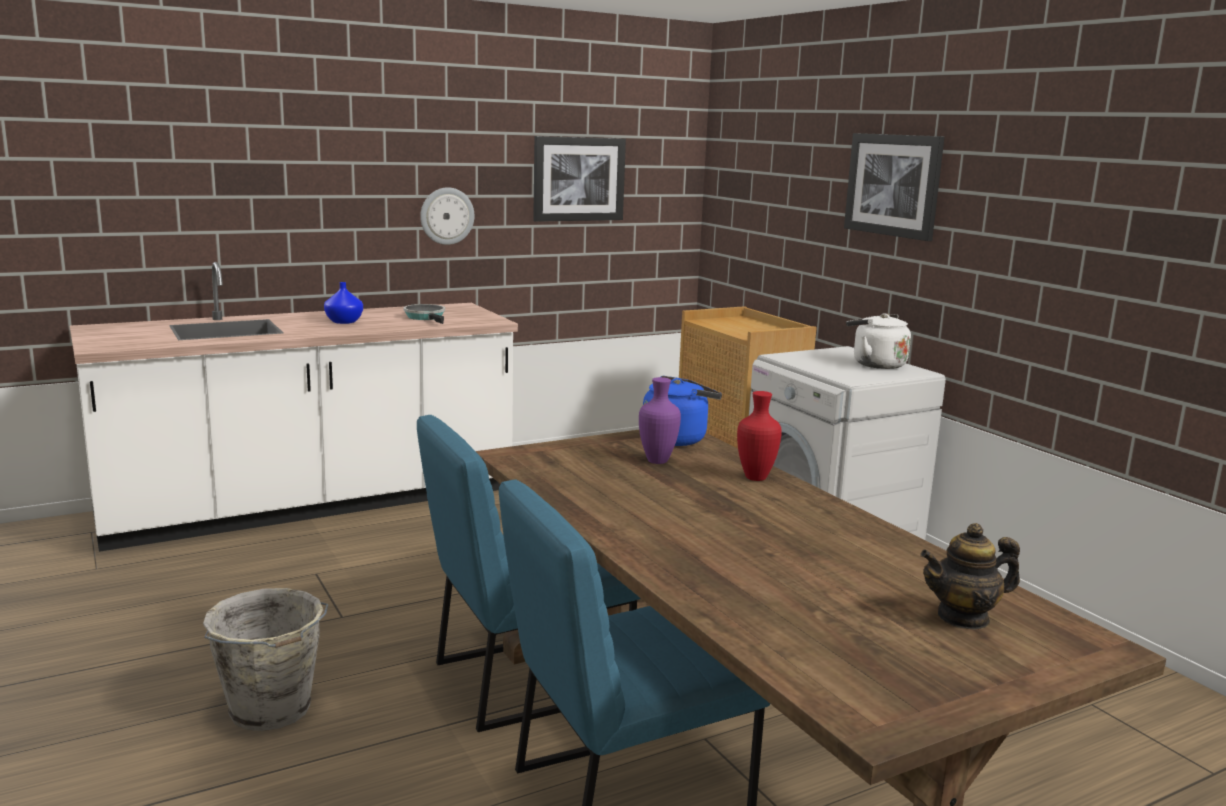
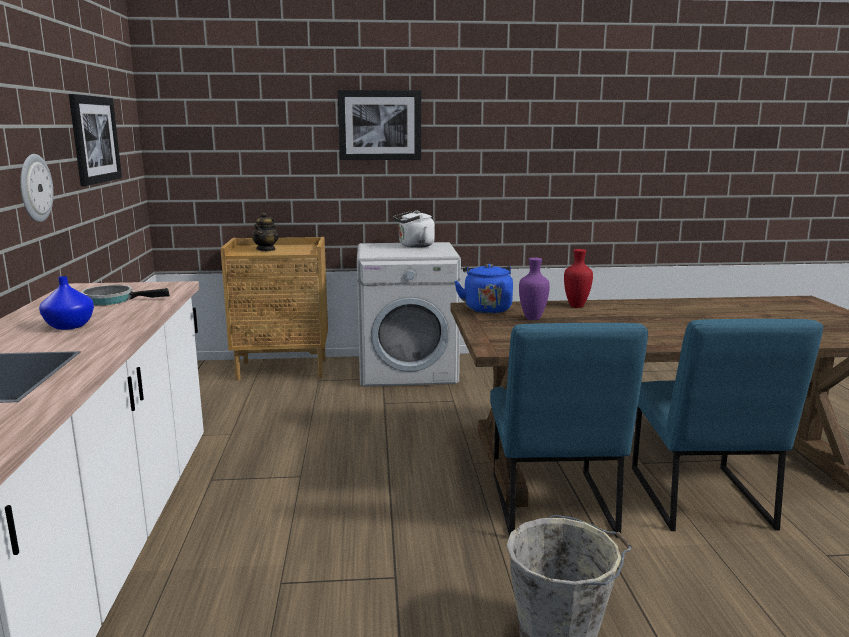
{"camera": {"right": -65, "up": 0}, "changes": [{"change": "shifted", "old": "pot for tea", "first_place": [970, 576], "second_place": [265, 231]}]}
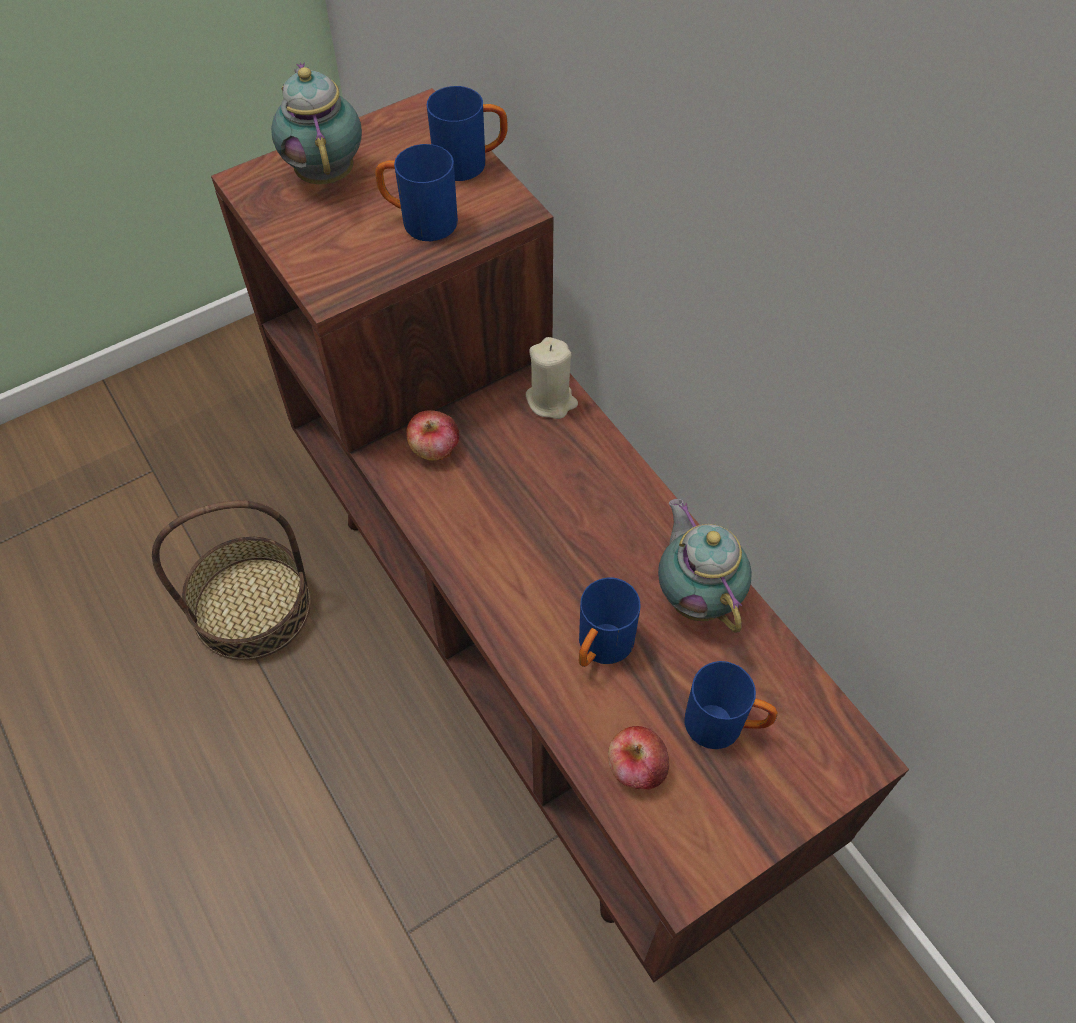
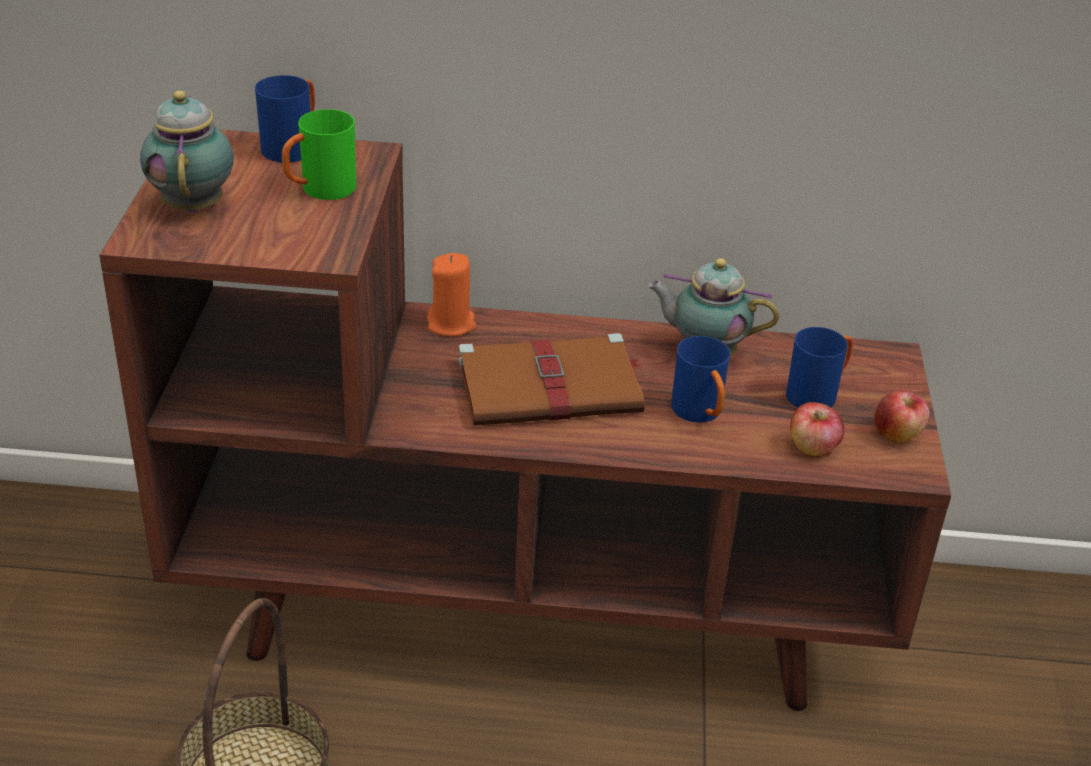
{"camera": {"right": -55, "up": -20}, "changes": [{"change": "rotated", "old": "pot for tea", "first_place": [316, 123], "second_place": [187, 152], "degrees": 60}, {"change": "repainted", "old": "blue mug", "new": "greenish mug", "first_place": [416, 192], "second_place": [319, 154]}, {"change": "repainted", "old": "beige candle", "new": "orange-coloured candle", "first_place": [552, 378], "second_place": [451, 295]}, {"change": "new", "new": "brown-coloured book", "second_place": [552, 379]}, {"change": "shifted", "old": "apple", "first_place": [432, 435], "second_place": [901, 416]}]}
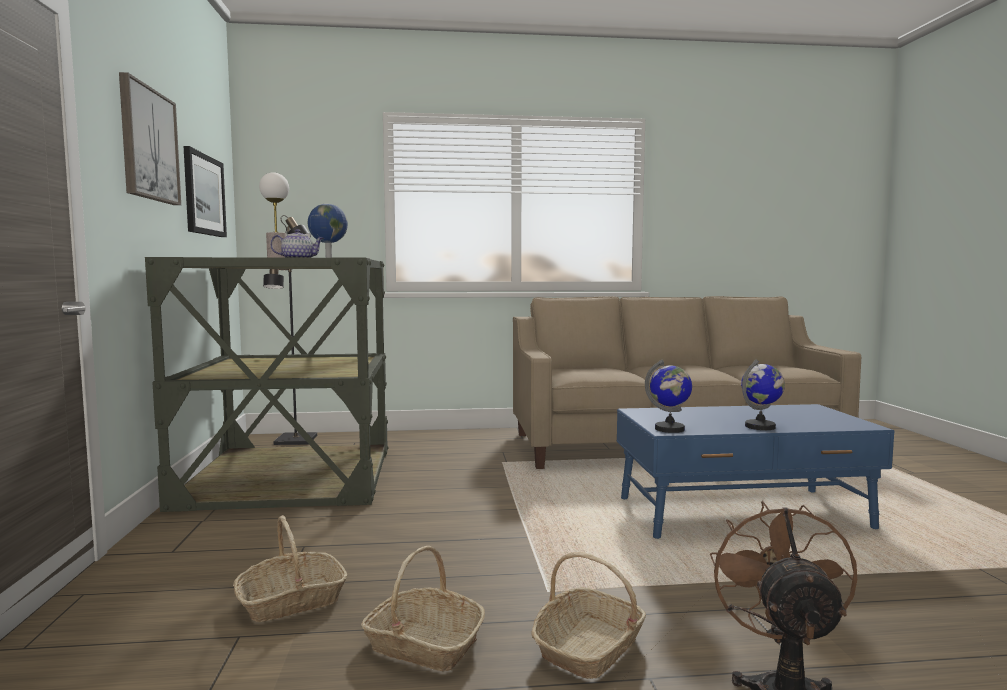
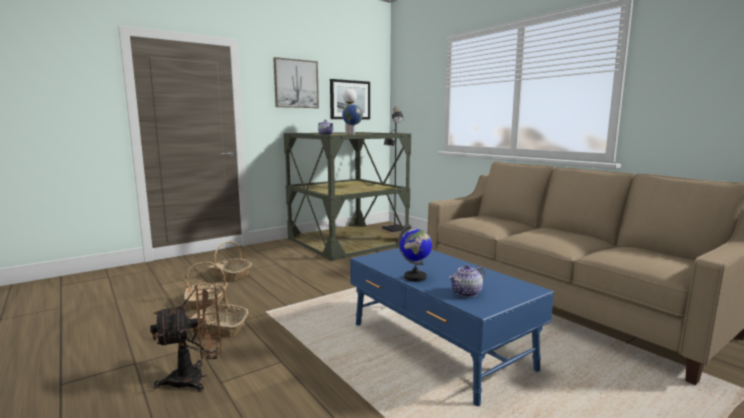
{"camera": {"right": 60, "up": 5}, "changes": [{"change": "new", "new": "pot for tea", "second_place": [467, 281]}, {"change": "gone", "old": "globe", "first_place": [668, 396]}]}
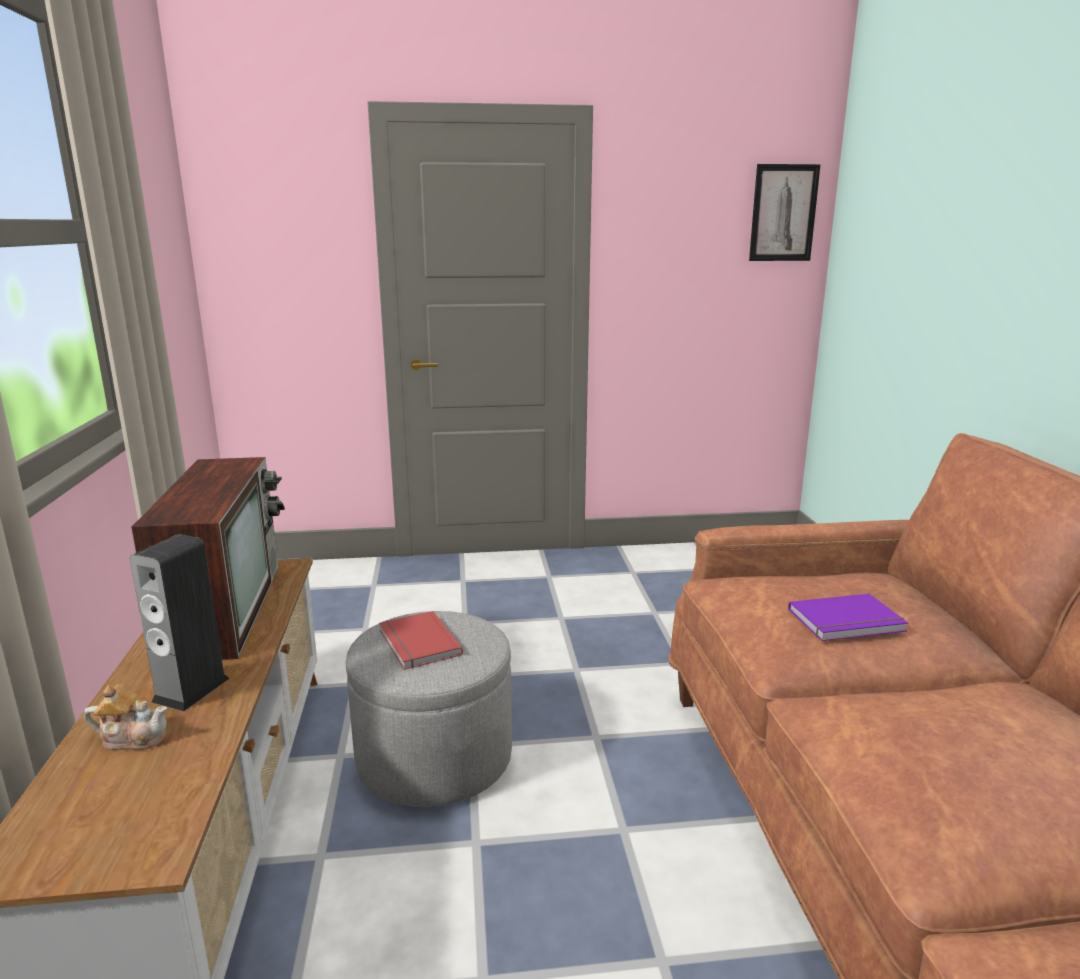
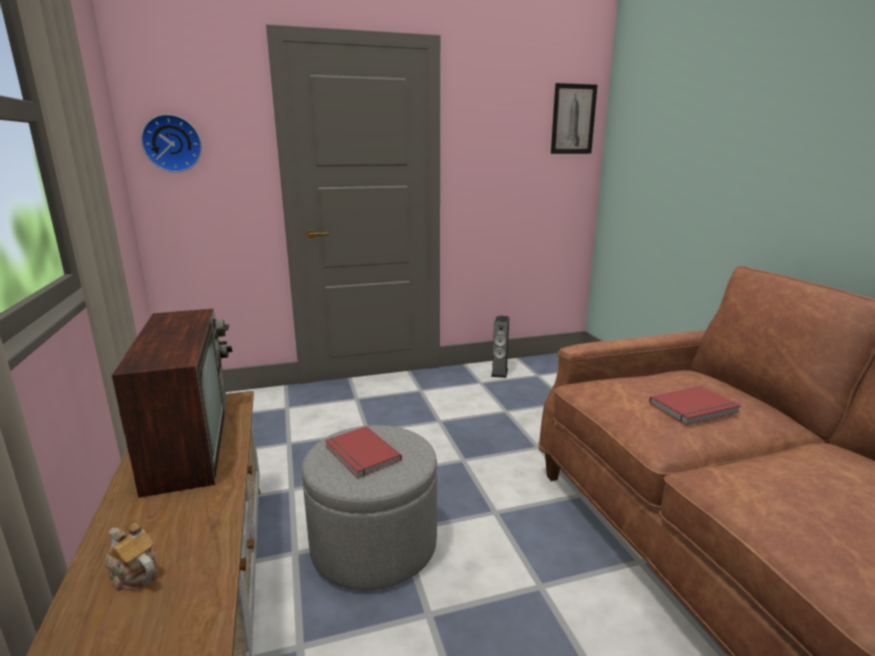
{"camera": {"right": -10, "up": 0}, "changes": [{"change": "rotated", "old": "pot for tea", "first_place": [125, 717], "second_place": [132, 557], "degrees": -135}, {"change": "new", "new": "wall clock", "second_place": [171, 143]}, {"change": "shifted", "old": "speaker", "first_place": [180, 622], "second_place": [500, 347]}, {"change": "repainted", "old": "purple-coloured book", "new": "reddish book", "first_place": [848, 617], "second_place": [695, 405]}]}
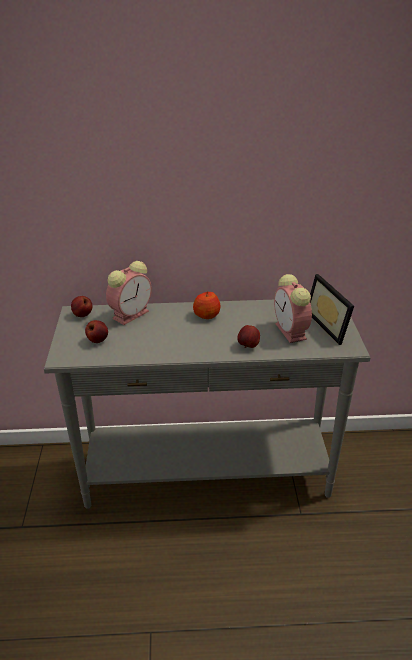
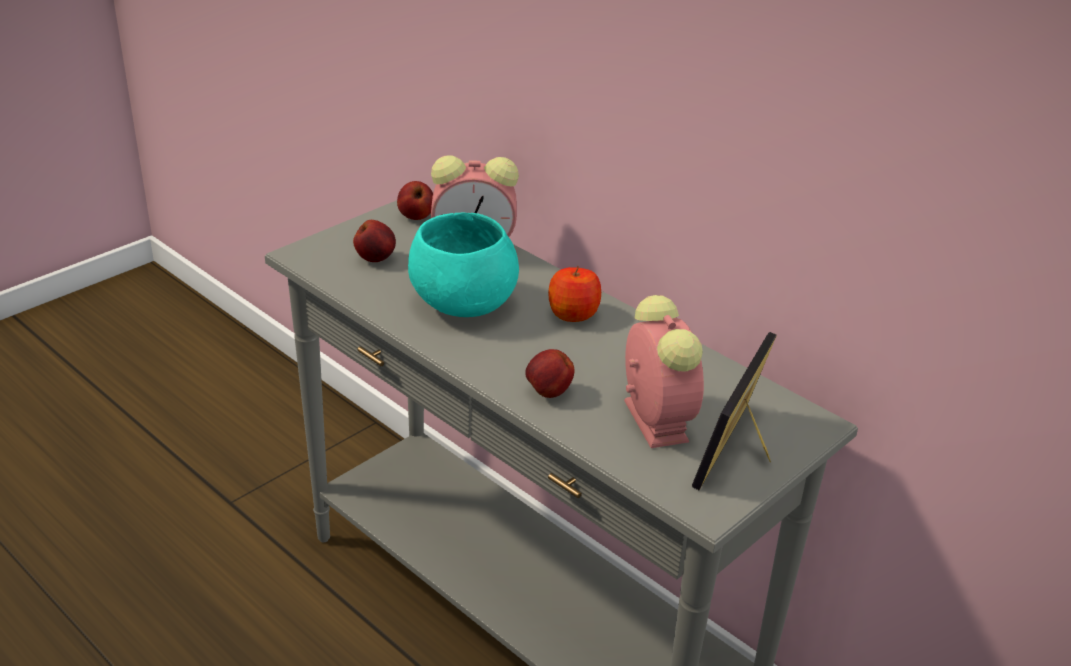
{"camera": {"right": 45, "up": 0}, "changes": [{"change": "new", "new": "turquoise-coloured serving bowl", "second_place": [463, 265]}, {"change": "rotated", "old": "bedside clock", "first_place": [293, 308], "second_place": [664, 371], "degrees": 135}]}
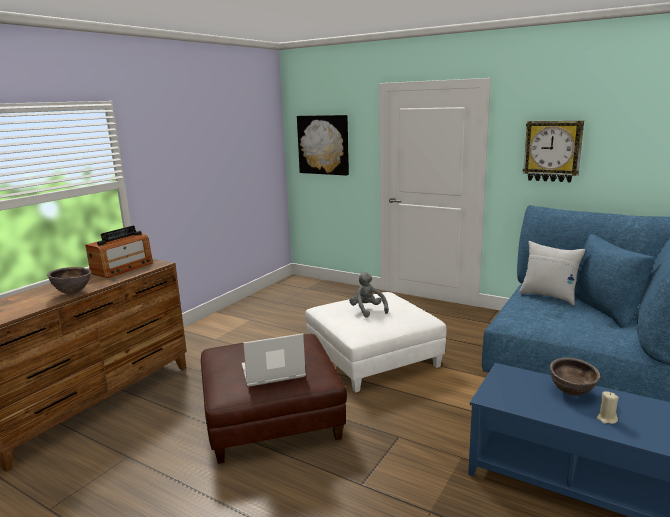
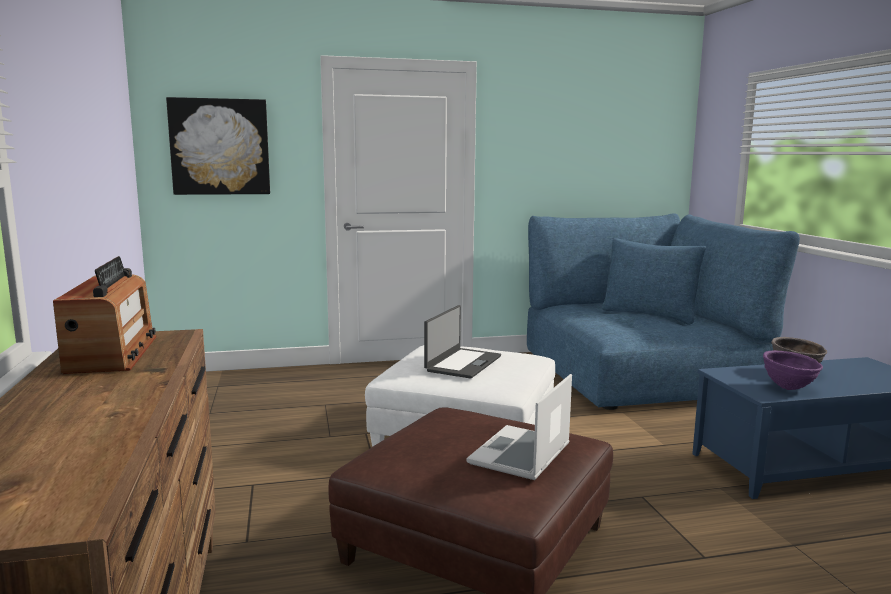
{"camera": {"right": -45, "up": -5}, "changes": [{"change": "swapped", "old": "grey plush toy", "new": "laptop", "first_place": [369, 295], "second_place": [462, 342]}, {"change": "new", "new": "purple-coloured serving bowl", "second_place": [793, 370]}, {"change": "gone", "old": "brown-coloured serving bowl", "first_place": [69, 281]}, {"change": "gone", "old": "grey cushion", "first_place": [552, 273]}, {"change": "gone", "old": "wall clock", "first_place": [553, 151]}, {"change": "gone", "old": "beige candle", "first_place": [608, 407]}]}
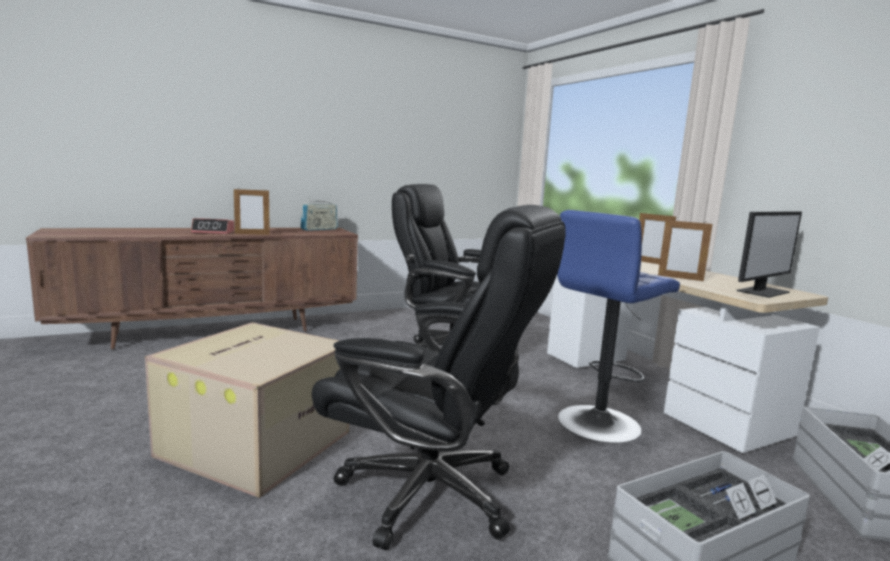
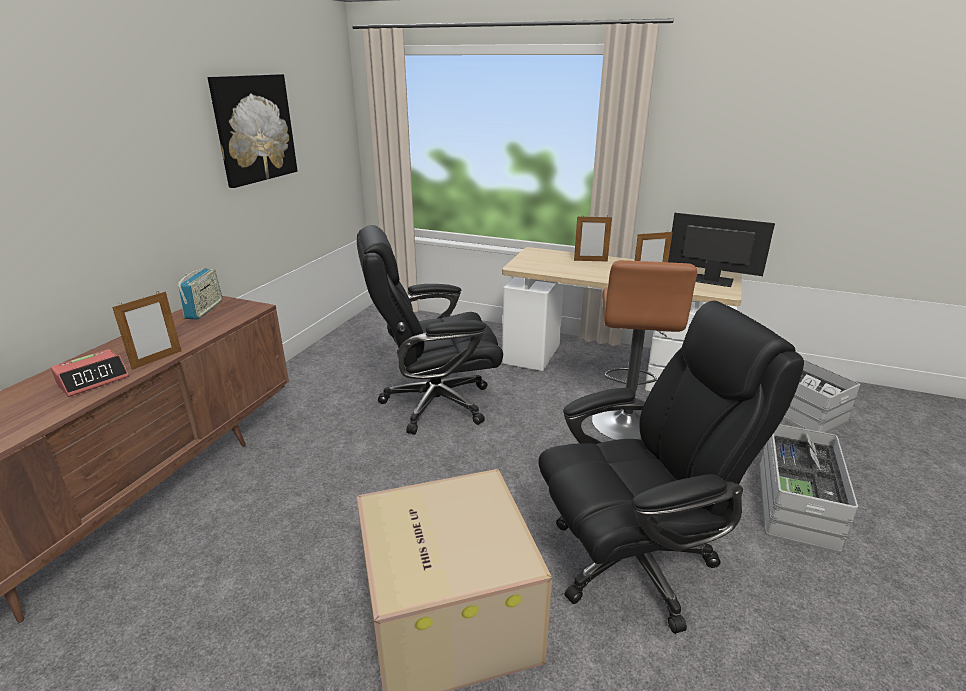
{"camera": {"right": -40, "up": 15}, "changes": [{"change": "new", "new": "wall picture", "second_place": [253, 131]}, {"change": "repainted", "old": "blue sitting stool", "new": "brown-coloured sitting stool", "first_place": [618, 326], "second_place": [644, 350]}, {"change": "rotated", "old": "computer screen", "first_place": [769, 254], "second_place": [721, 250], "degrees": -75}]}
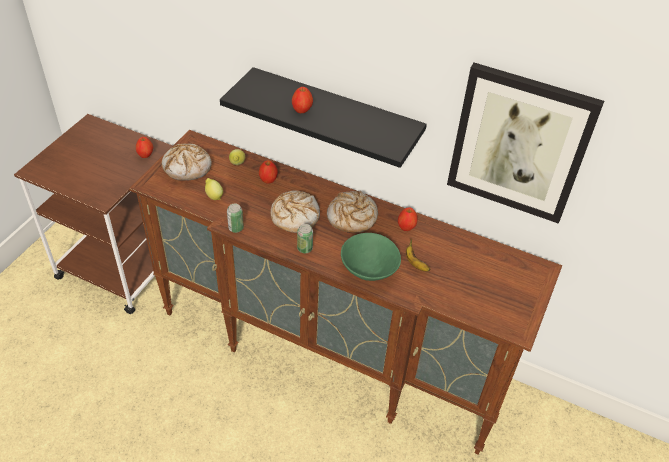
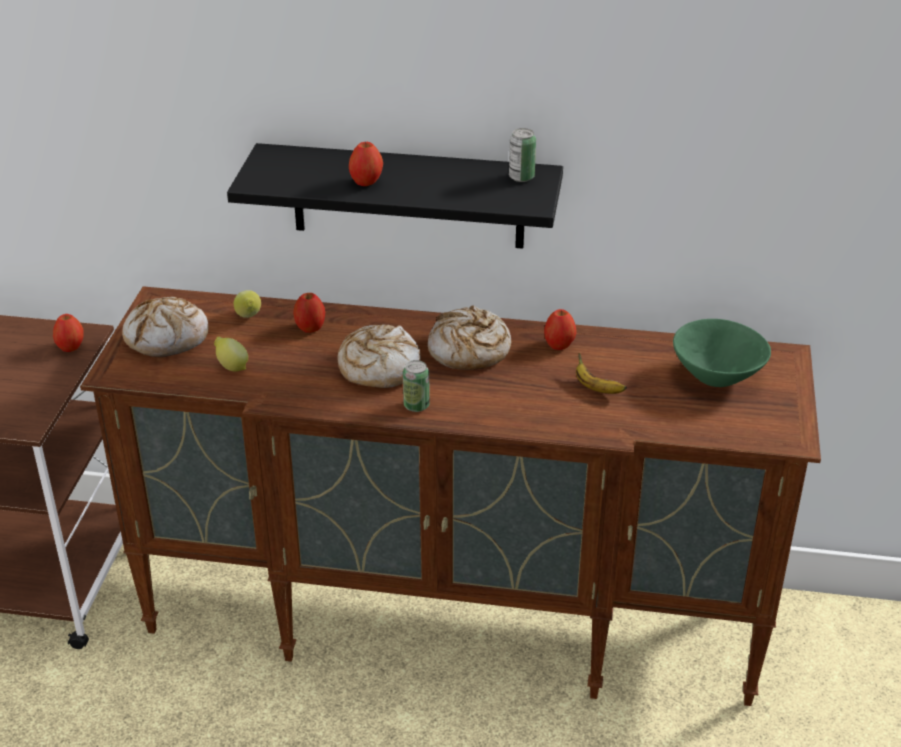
{"camera": {"right": -15, "up": -10}, "changes": [{"change": "shifted", "old": "sealed can", "first_place": [235, 218], "second_place": [522, 155]}, {"change": "shifted", "old": "greenish serving bowl", "first_place": [371, 257], "second_place": [722, 353]}, {"change": "gone", "old": "wall picture", "first_place": [525, 143]}]}
